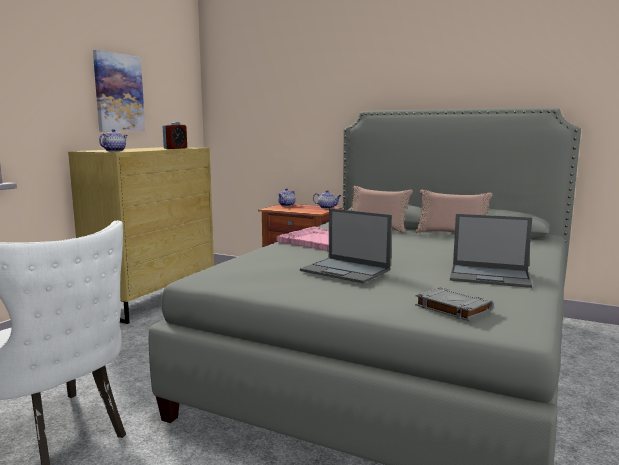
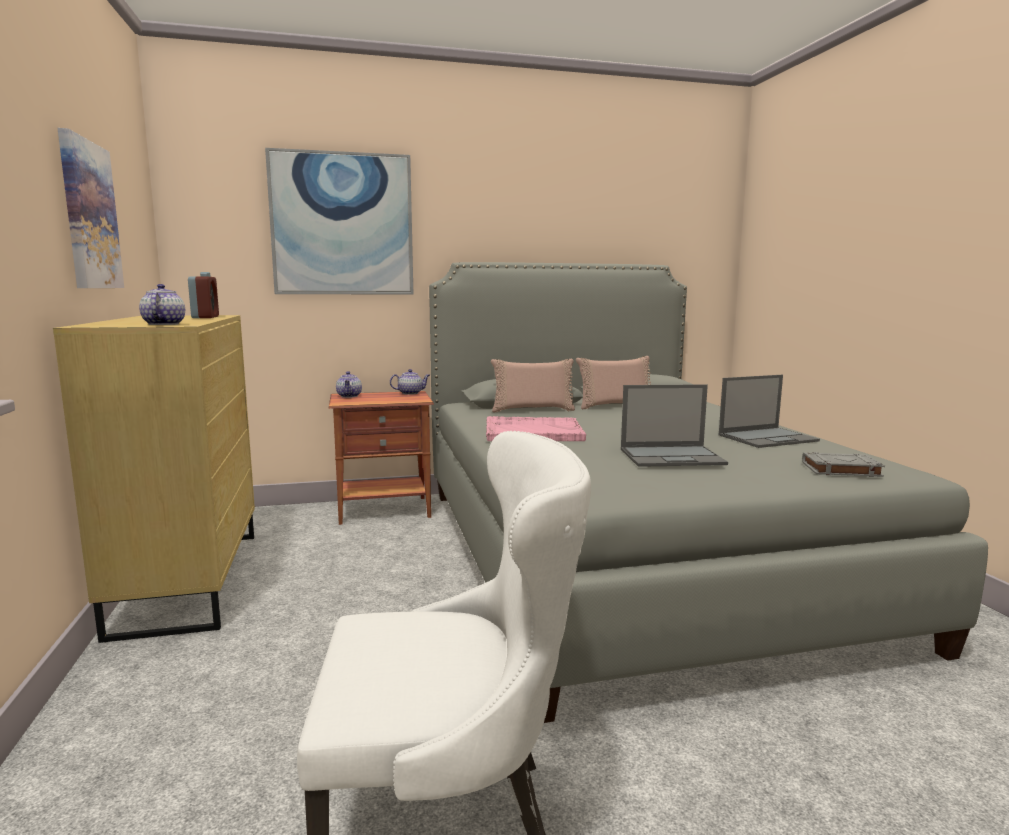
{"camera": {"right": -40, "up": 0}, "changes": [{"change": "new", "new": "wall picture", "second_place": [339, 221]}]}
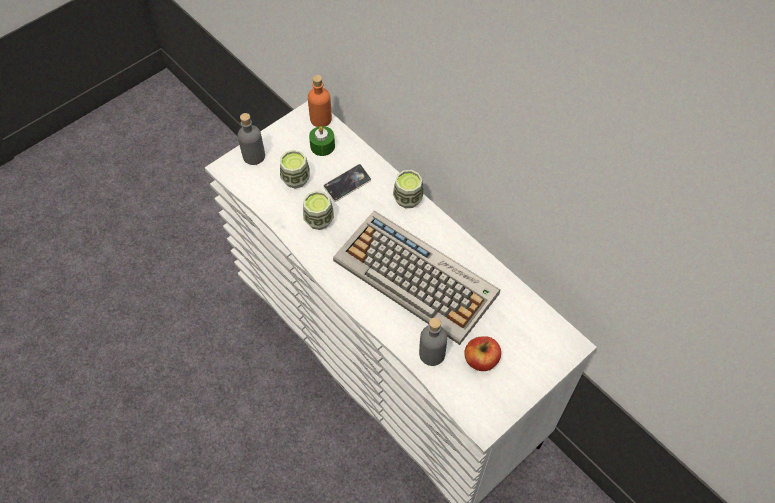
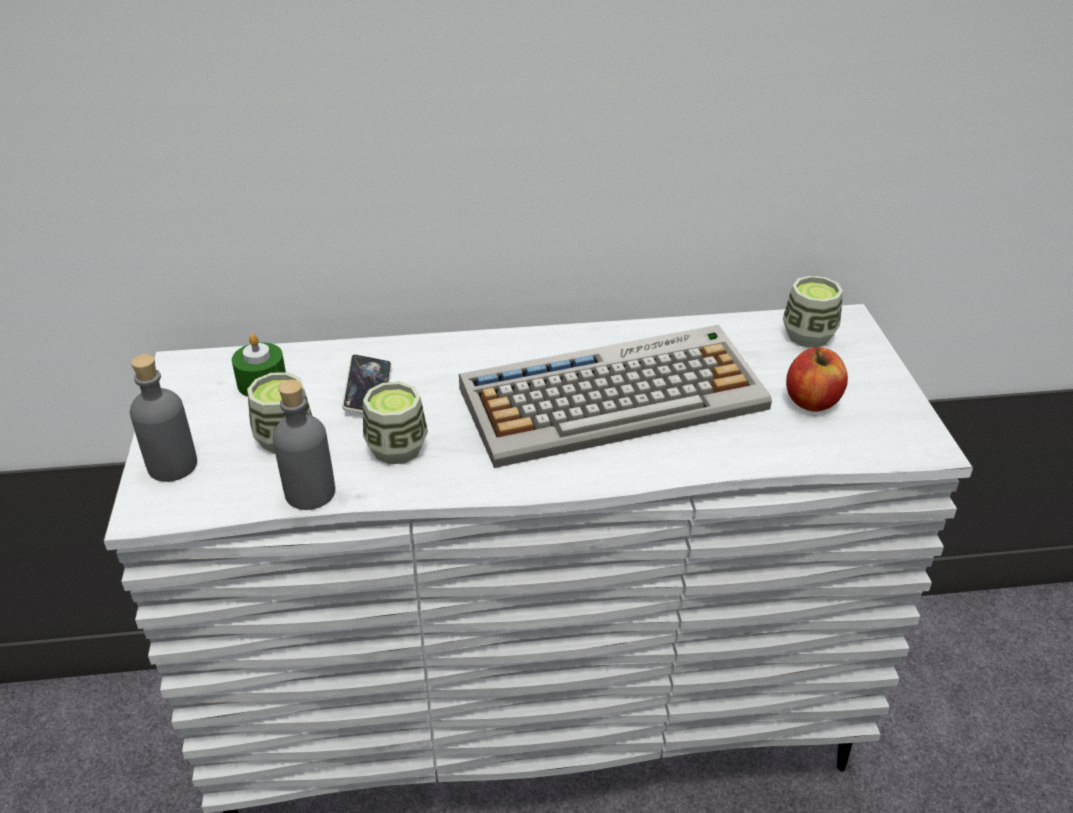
{"camera": {"right": -55, "up": -20}, "changes": [{"change": "shifted", "old": "grey drink bottle", "first_place": [433, 341], "second_place": [304, 445]}, {"change": "shifted", "old": "cup", "first_place": [408, 189], "second_place": [813, 311]}, {"change": "gone", "old": "orange-coloured drink bottle", "first_place": [320, 101]}]}
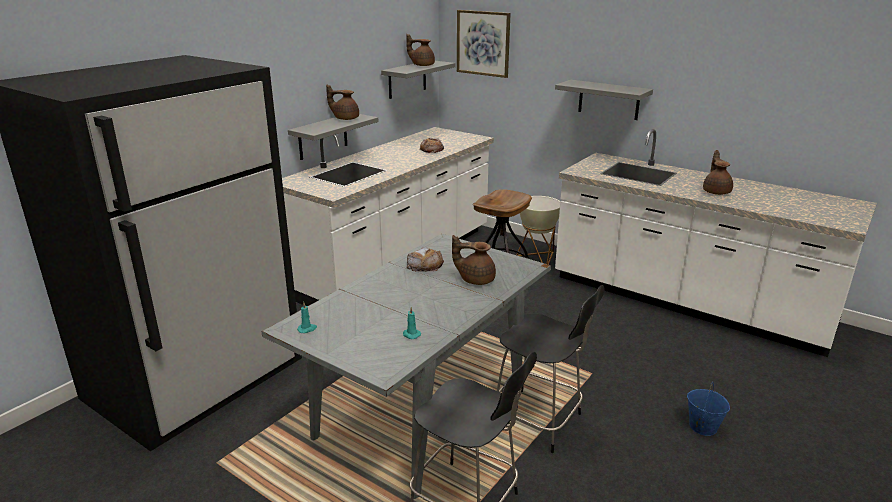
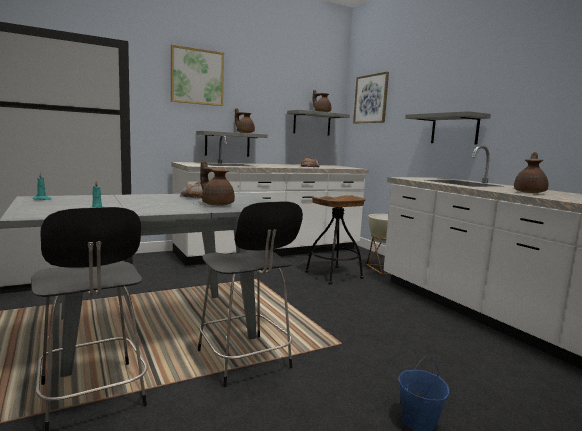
{"camera": {"right": 25, "up": -15}, "changes": [{"change": "new", "new": "wall picture", "second_place": [197, 75]}]}
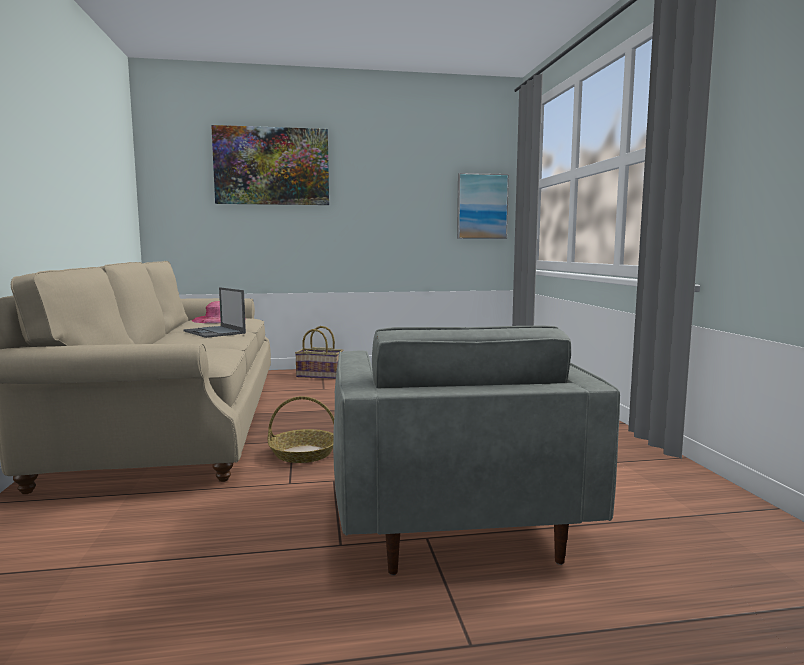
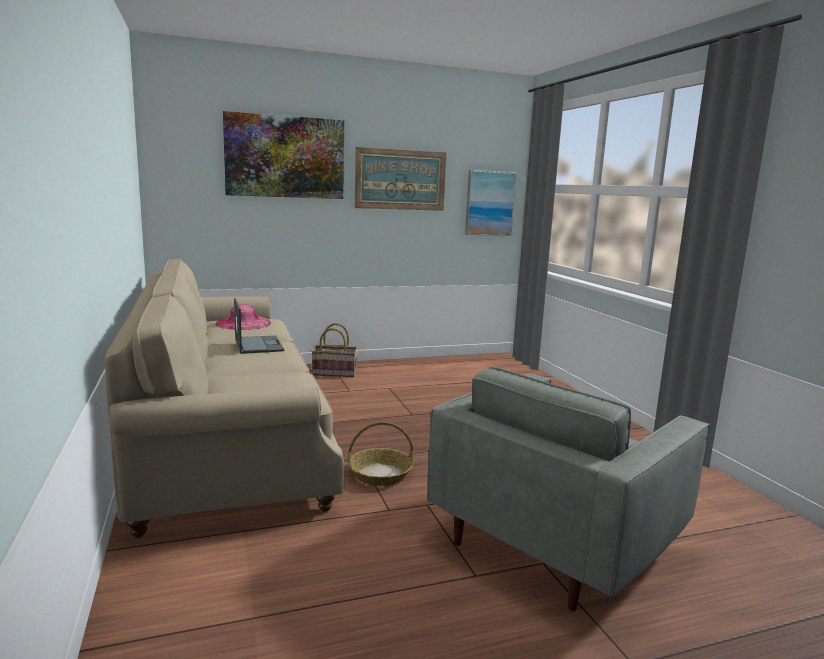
{"camera": {"right": -10, "up": 5}, "changes": [{"change": "rotated", "old": "laptop", "first_place": [215, 312], "second_place": [259, 326], "degrees": -150}, {"change": "new", "new": "wall picture", "second_place": [400, 179]}, {"change": "rotated", "old": "grey lounge chair", "first_place": [476, 450], "second_place": [568, 489], "degrees": 60}]}
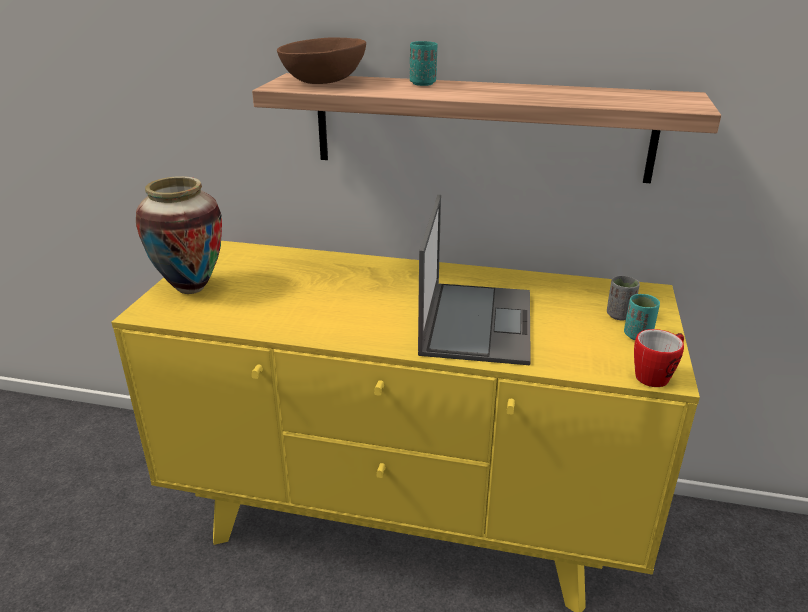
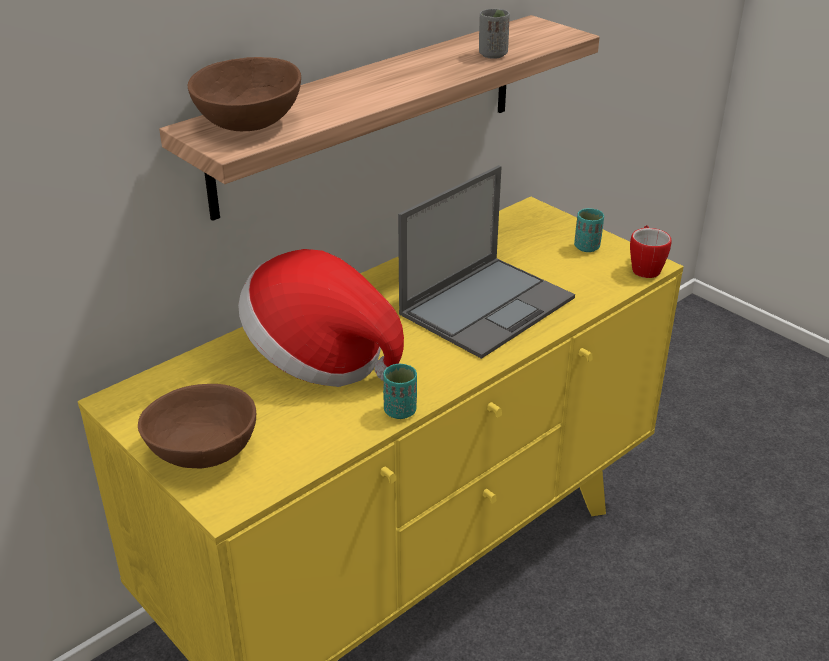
{"camera": {"right": -55, "up": 5}, "changes": [{"change": "swapped", "old": "decorative vase", "new": "brown-coloured serving bowl", "first_place": [179, 235], "second_place": [197, 426]}, {"change": "new", "new": "hat", "second_place": [321, 318]}, {"change": "shifted", "old": "turquoise-coloured cup", "first_place": [423, 63], "second_place": [400, 391]}, {"change": "rotated", "old": "laptop", "first_place": [474, 280], "second_place": [486, 262], "degrees": 90}, {"change": "shifted", "old": "grey cup", "first_place": [623, 298], "second_place": [494, 34]}]}
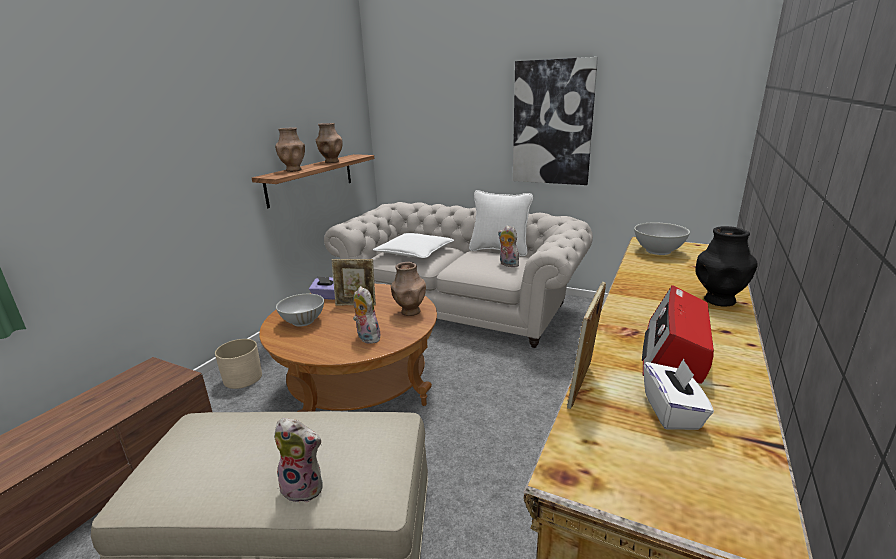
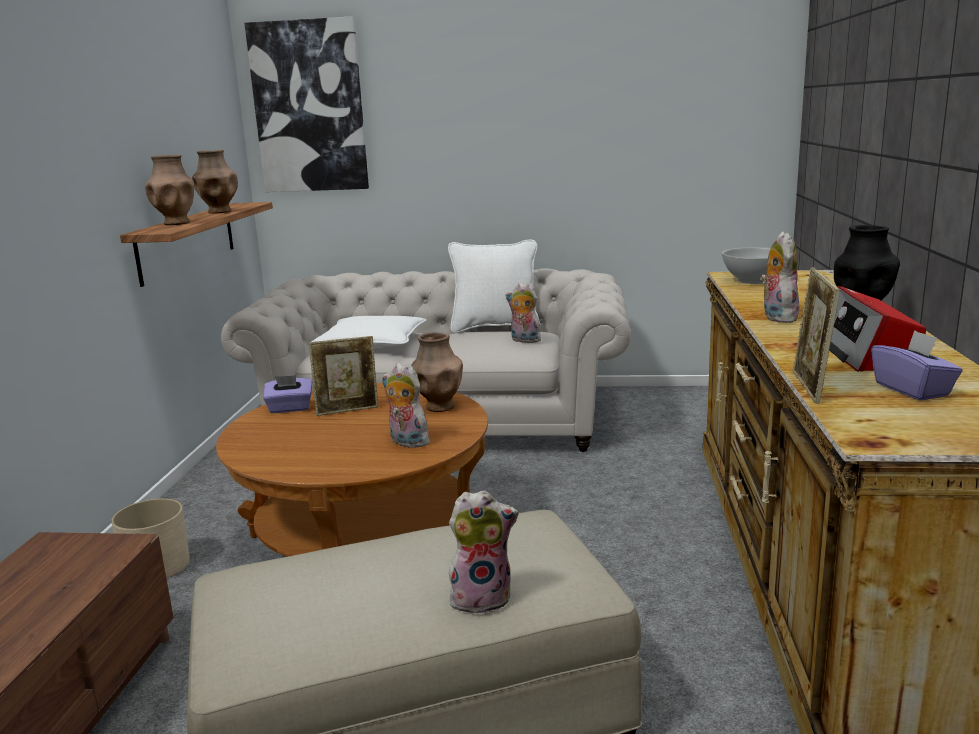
{"camera": {"right": -20, "up": -5}, "changes": [{"change": "shifted", "old": "wall picture", "first_place": [555, 121], "second_place": [306, 104]}, {"change": "new", "new": "plush toy", "second_place": [779, 277]}, {"change": "repainted", "old": "white tissue holder", "new": "purple-coloured tissue holder", "first_place": [679, 394], "second_place": [917, 365]}, {"change": "gone", "old": "white serving bowl", "first_place": [300, 310]}]}
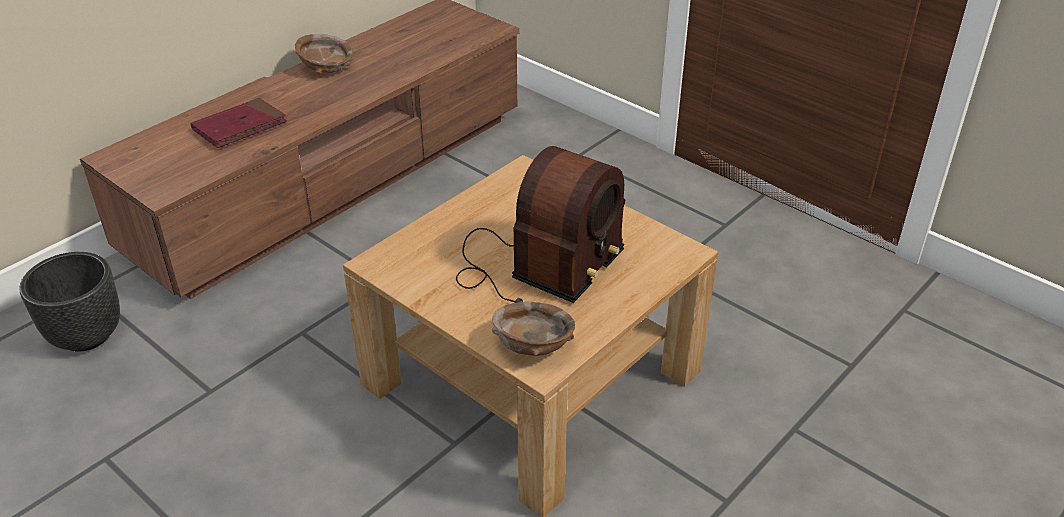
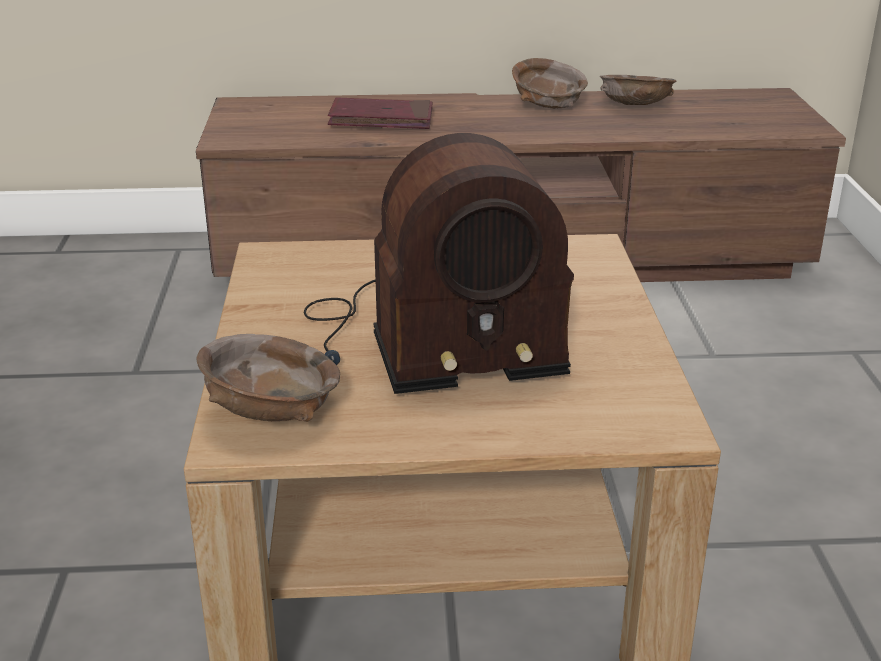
{"camera": {"right": 45, "up": -10}, "changes": [{"change": "new", "new": "brown-coloured serving bowl", "second_place": [638, 90]}, {"change": "gone", "old": "black plant pot", "first_place": [69, 302]}]}
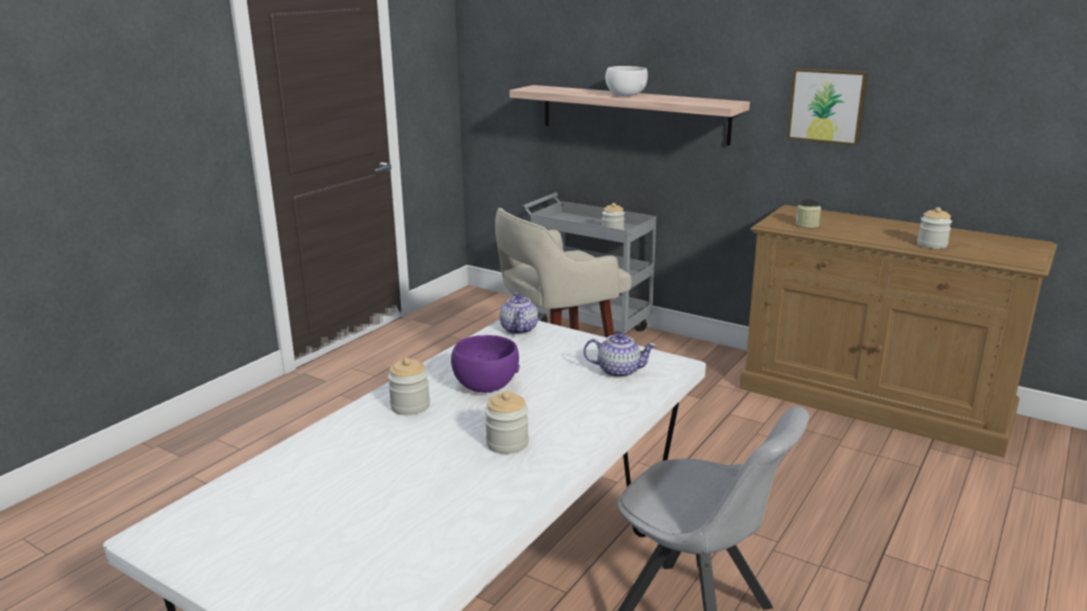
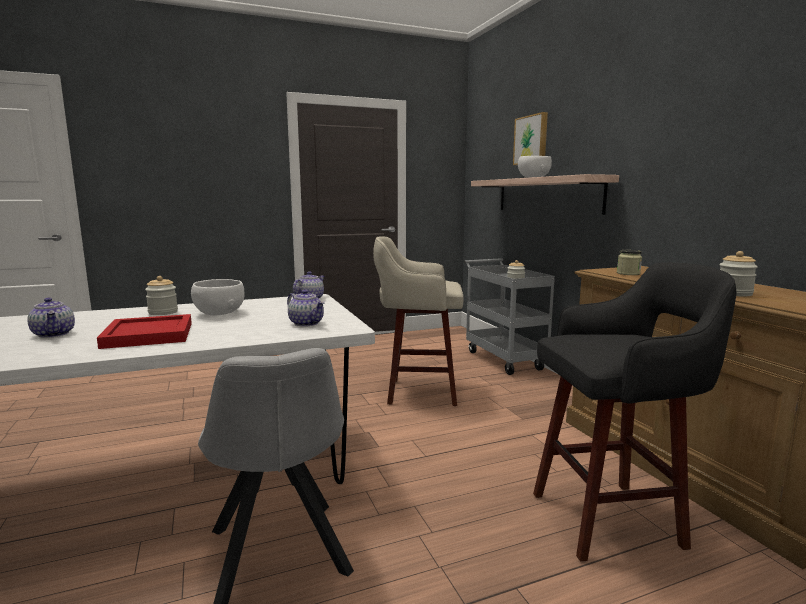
{"camera": {"right": 35, "up": -10}, "changes": [{"change": "new", "new": "pot for tea", "second_place": [51, 318]}, {"change": "swapped", "old": "storage jar", "new": "reddish tray", "first_place": [507, 422], "second_place": [144, 331]}, {"change": "repainted", "old": "purple-coloured serving bowl", "new": "white serving bowl", "first_place": [485, 364], "second_place": [217, 297]}, {"change": "shifted", "old": "wall picture", "first_place": [827, 106], "second_place": [530, 138]}, {"change": "new", "new": "black sitting stool", "second_place": [634, 412]}]}
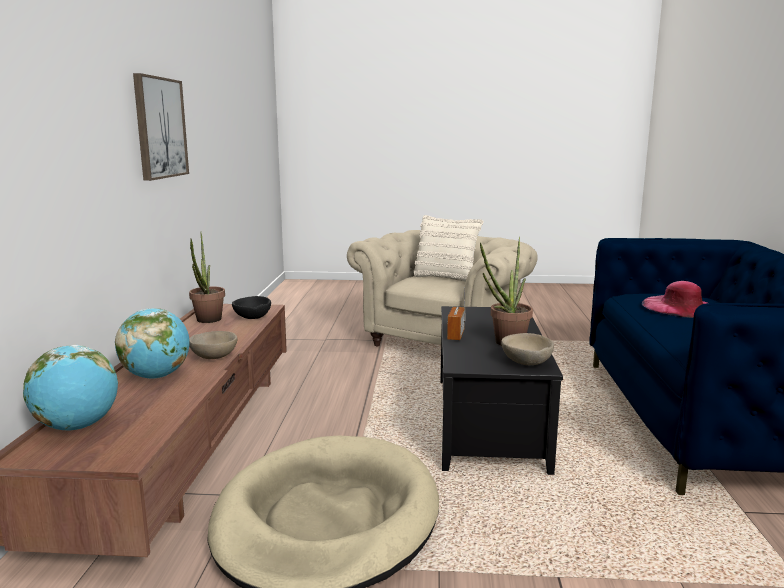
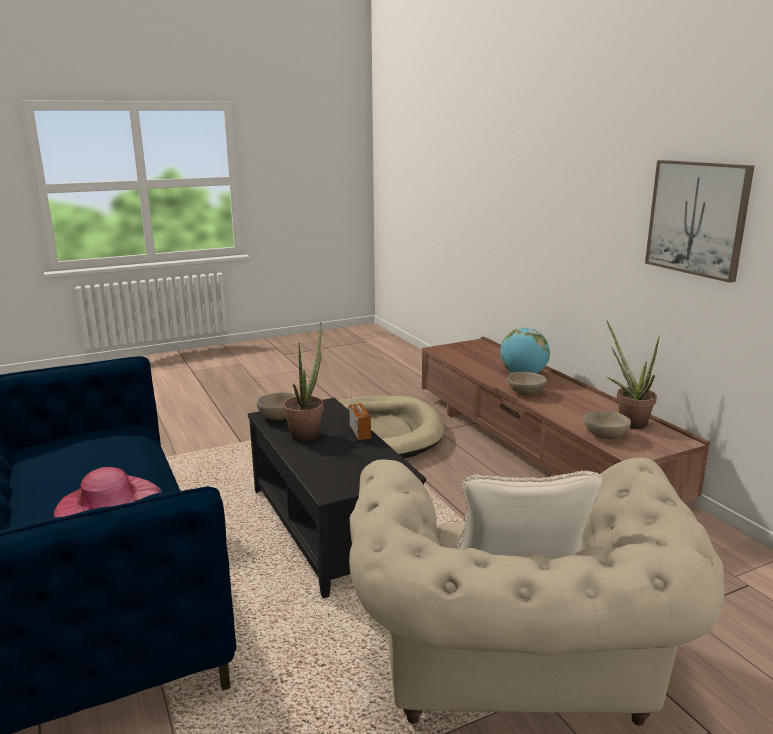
{"camera": {"right": 150, "up": 5}, "changes": [{"change": "repainted", "old": "black serving bowl", "new": "beige serving bowl", "first_place": [251, 307], "second_place": [607, 424]}, {"change": "gone", "old": "globe", "first_place": [70, 388]}]}
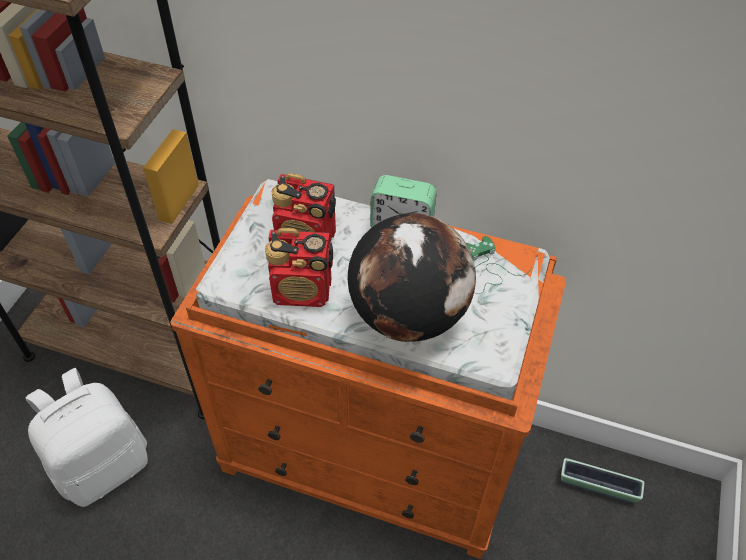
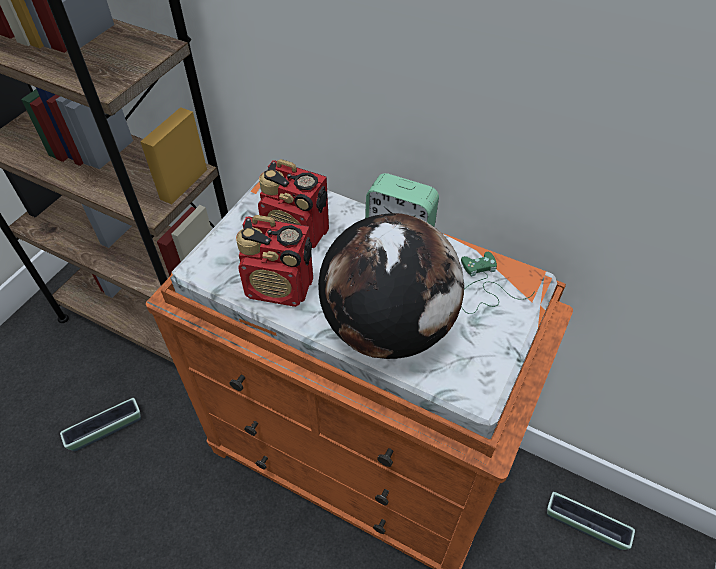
{"camera": {"right": 10, "up": 0}, "changes": [{"change": "swapped", "old": "white knapsack", "new": "plant pot", "first_place": [86, 437], "second_place": [100, 425]}]}
